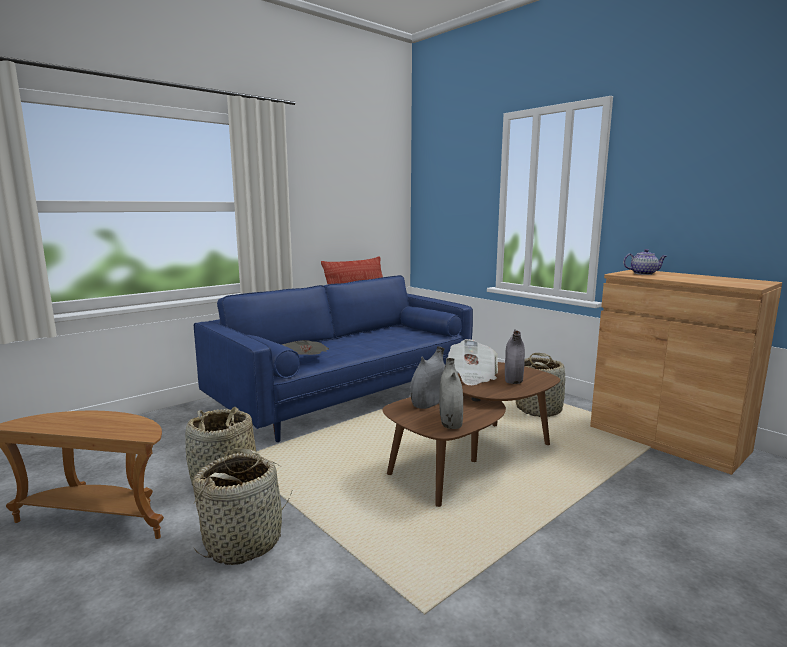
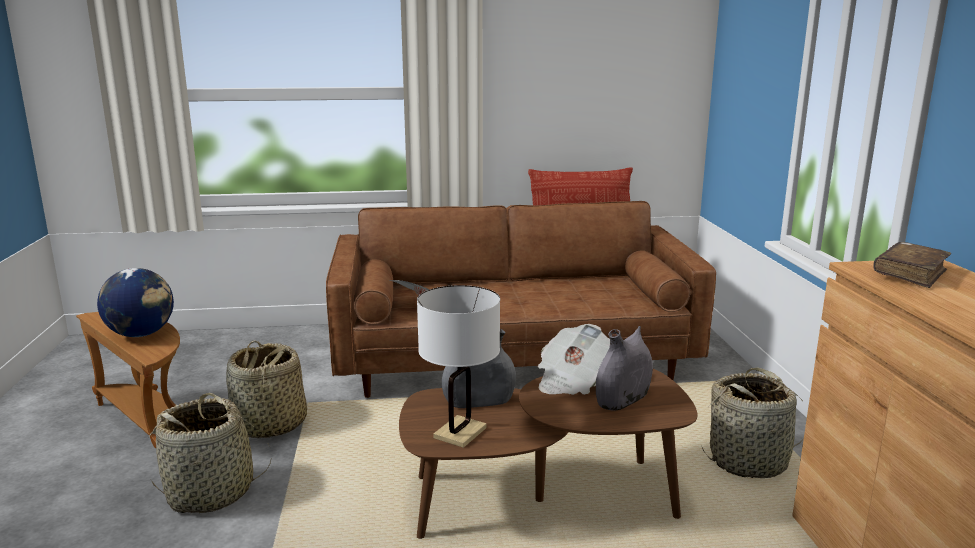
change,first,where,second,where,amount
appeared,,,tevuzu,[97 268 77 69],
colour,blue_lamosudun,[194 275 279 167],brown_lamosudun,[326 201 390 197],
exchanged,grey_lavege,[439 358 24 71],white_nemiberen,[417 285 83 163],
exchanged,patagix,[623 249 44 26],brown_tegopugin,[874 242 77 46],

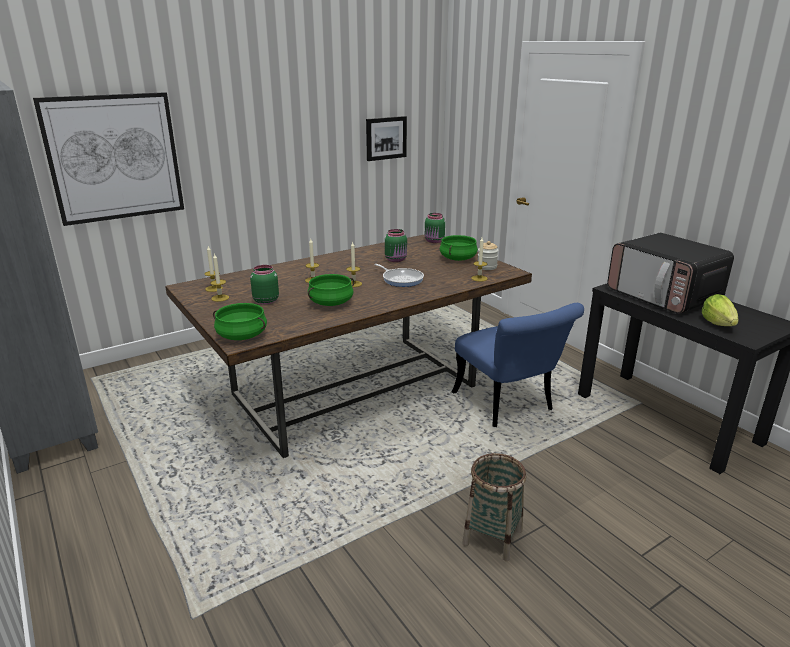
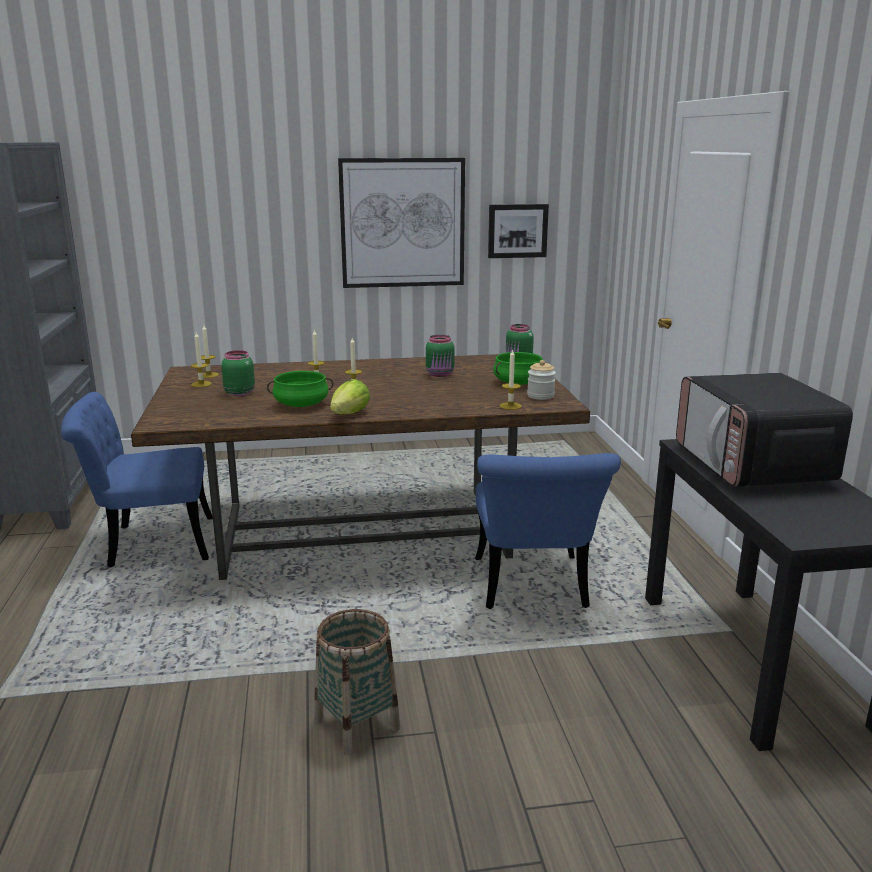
change,first,where,second,where,amount
appeared,,,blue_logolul,[61 392 152 175],
relocated,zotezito,[702 294 37 32],,[330 379 40 35],
relocated,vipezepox,[33 92 151 134],,[338 158 127 130],
missing,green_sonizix,[213 303 54 37],,,
missing,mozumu,[374 264 50 23],,,

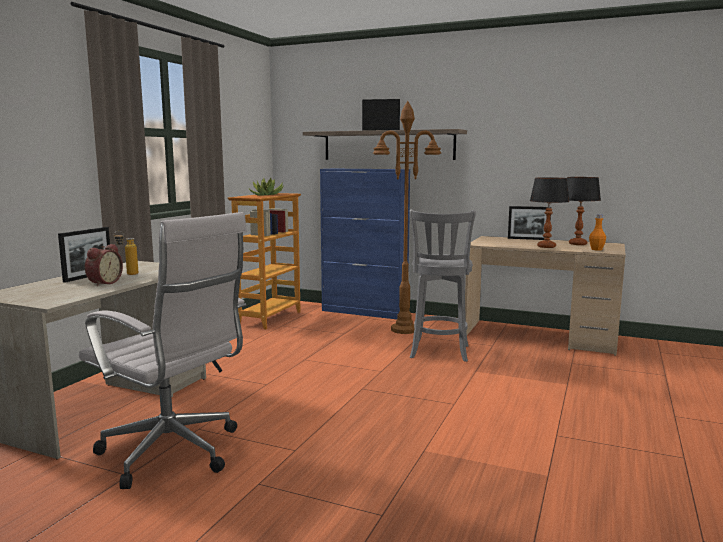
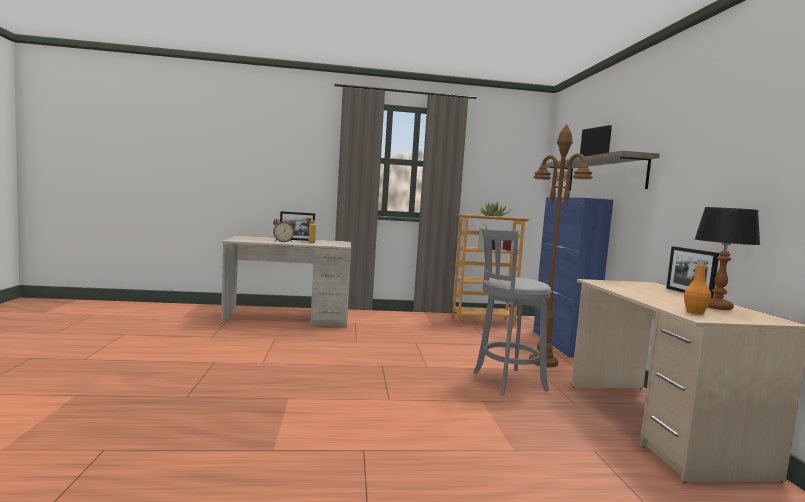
change,first,where,second,where,amount
missing,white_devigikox,[79 212 168 277],,,
missing,nemiberen,[530 177 40 71],,,

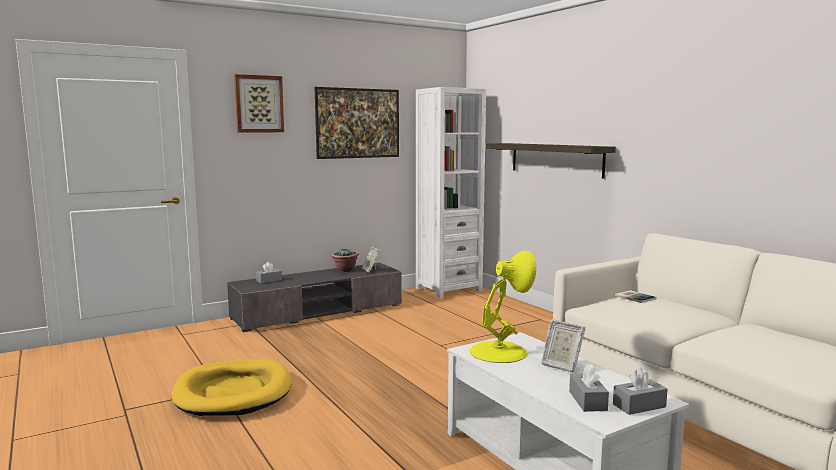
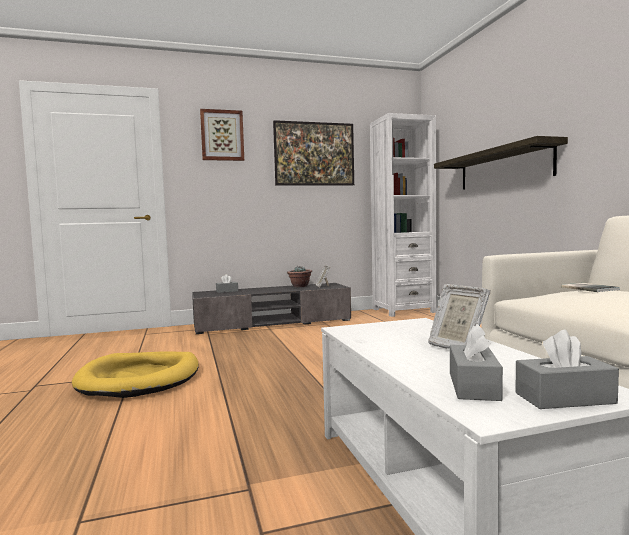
change,first,where,second,where,amount
missing,yellow_nemiberen,[470 251 66 112],,,

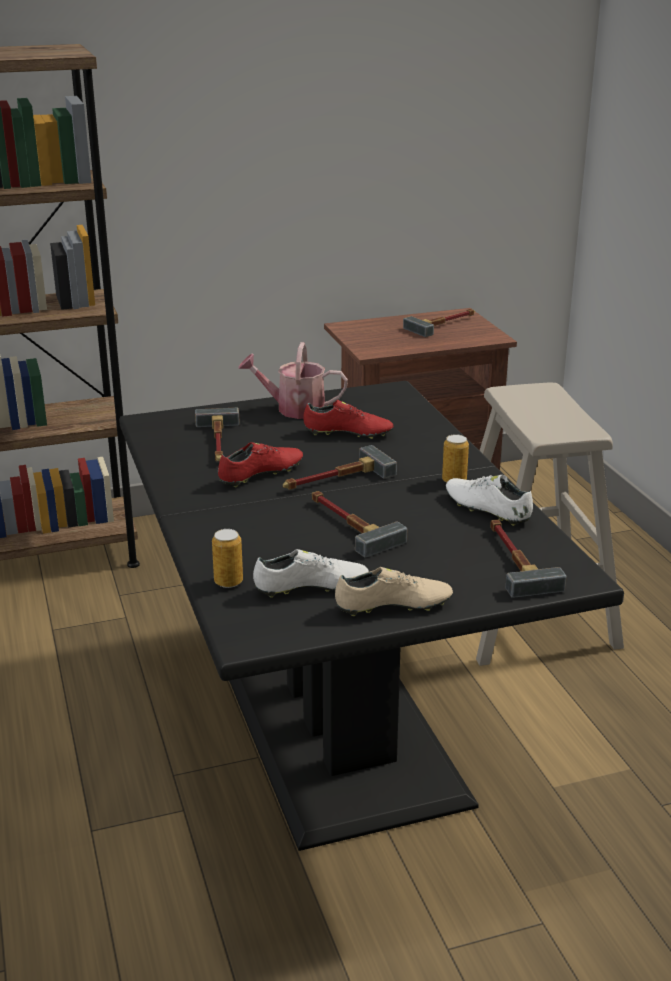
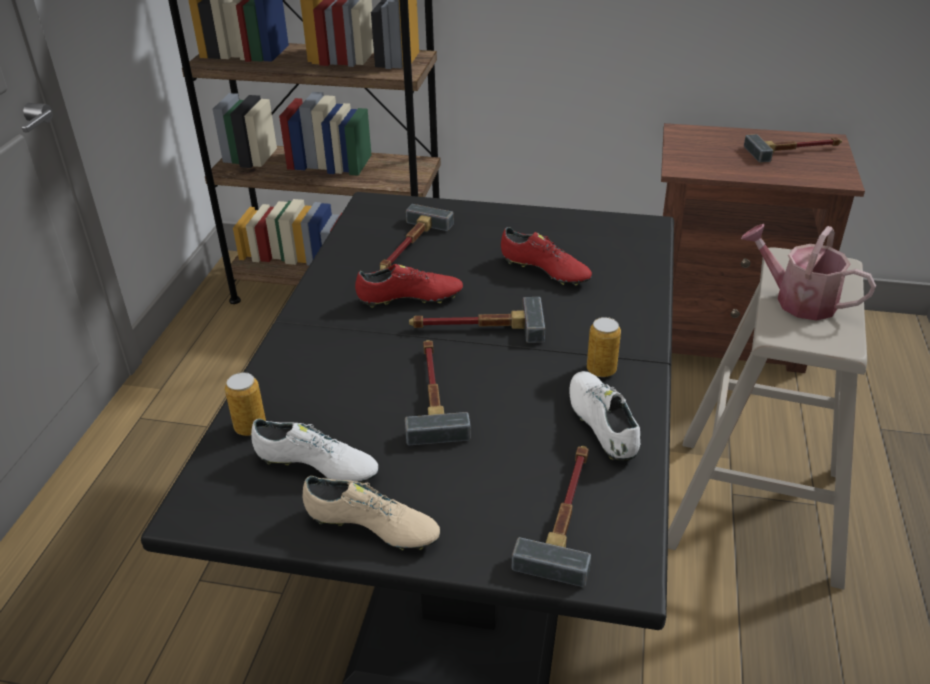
change,first,where,second,where,amount
relocated,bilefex,[238 342 110 77],,[741 224 135 97],

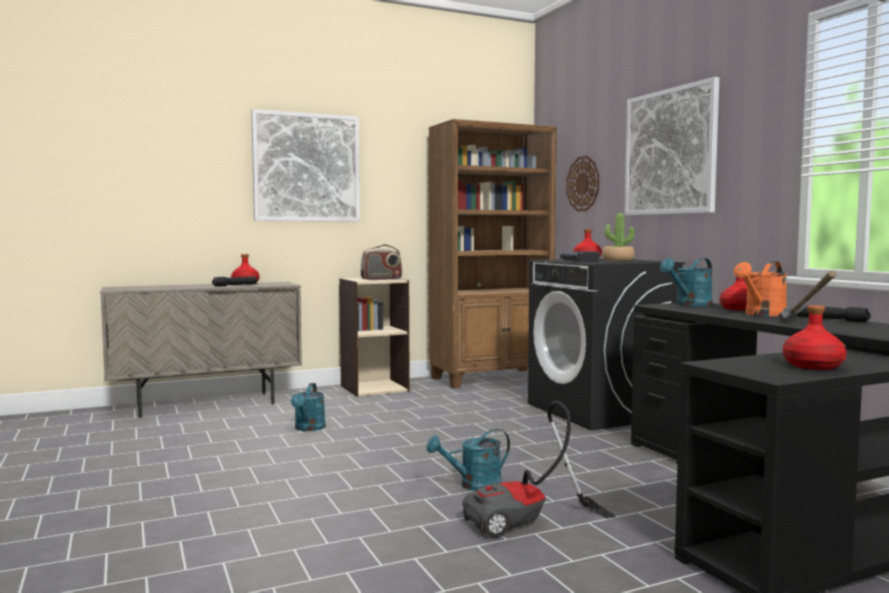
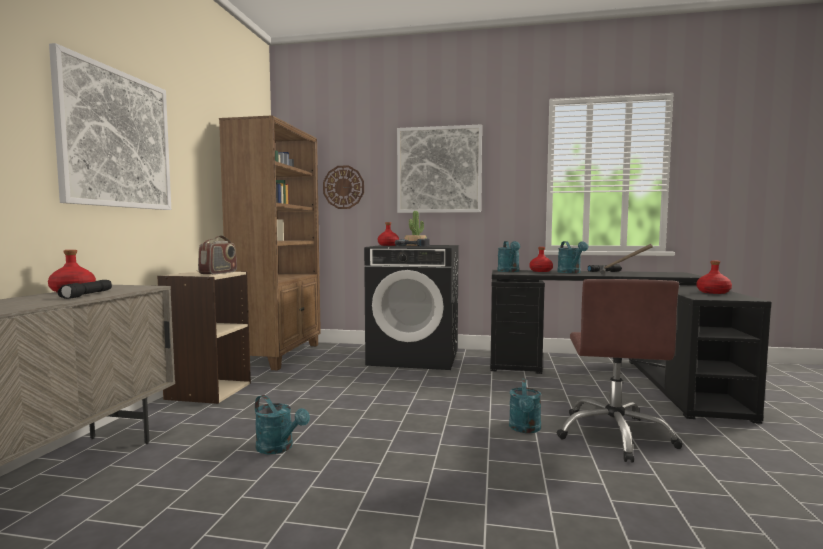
change,first,where,second,where,amount
colour,orange_bilefex,[734 261 53 55],turquoise_bilefex,[557 241 31 32],
exchanged,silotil,[462 401 154 137],brown_devigikox,[557 279 126 184],

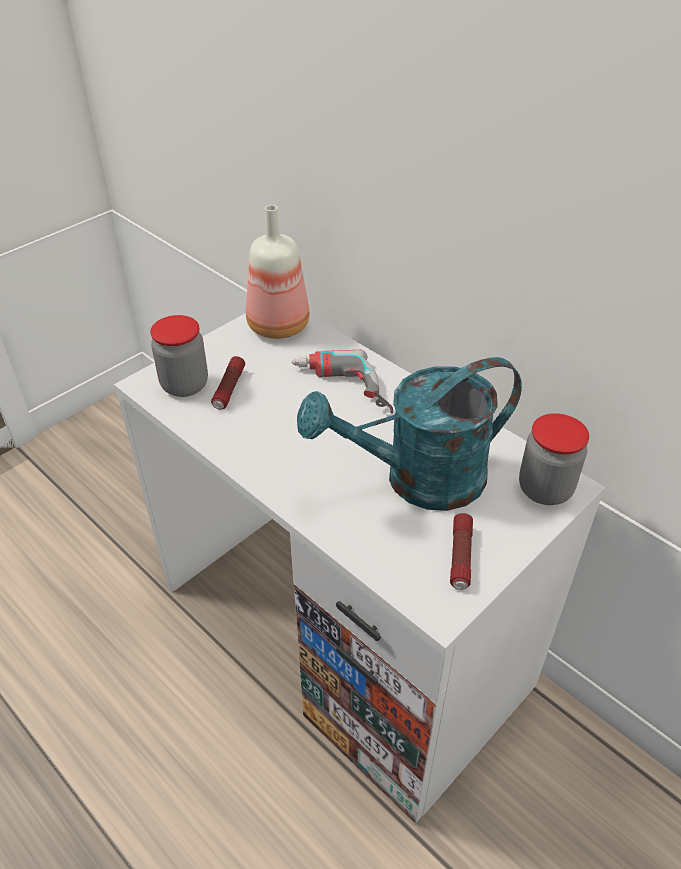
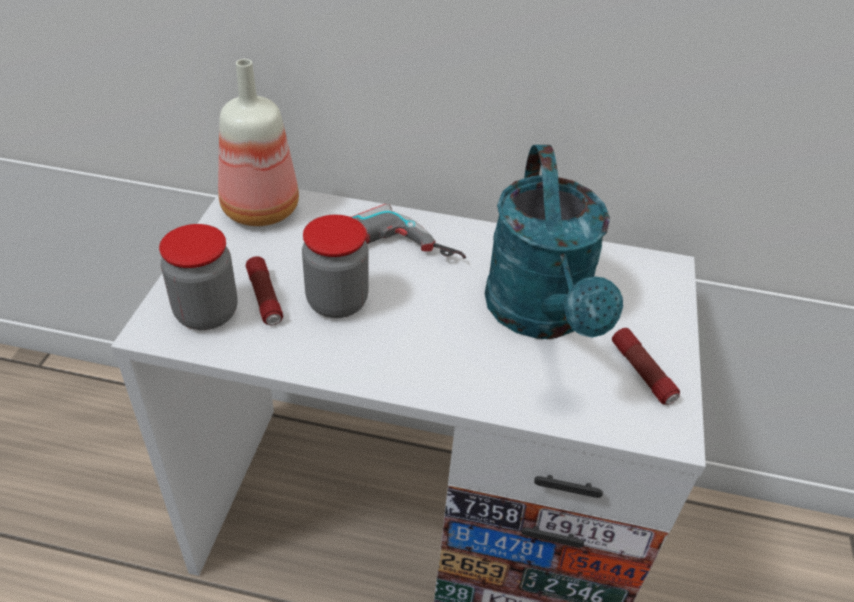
change,first,where,second,where,amount
relocated,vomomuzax,[519 413 70 92],,[302 215 67 103],
spun,turquoise_bilefex,[297 357 225 154],,[485 145 138 194],45 degrees counterclockwise

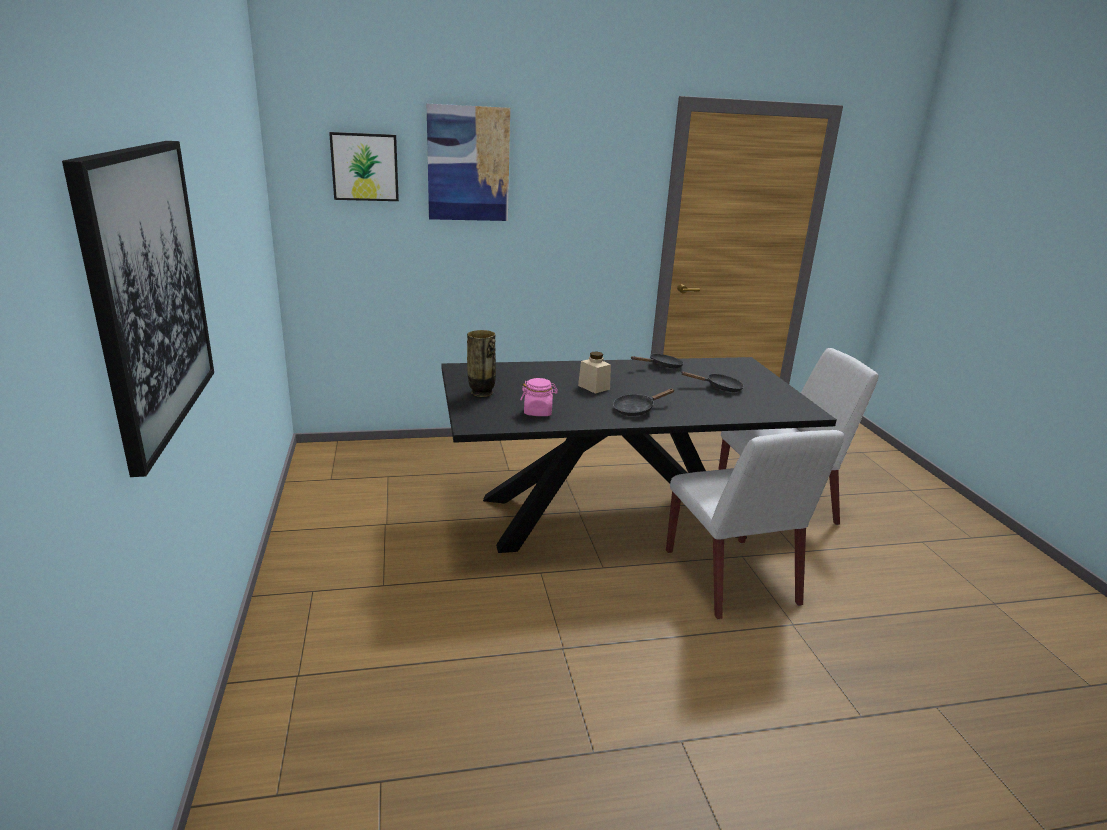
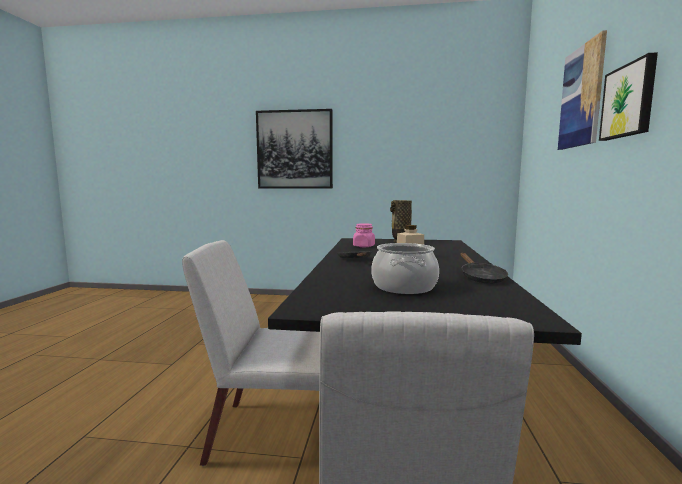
change,first,where,second,where,amount
exchanged,black_mozumu,[682 372 62 20],sonizix,[371 243 68 51],
relocated,vipezepox,[329 132 70 69],,[599 52 59 89],

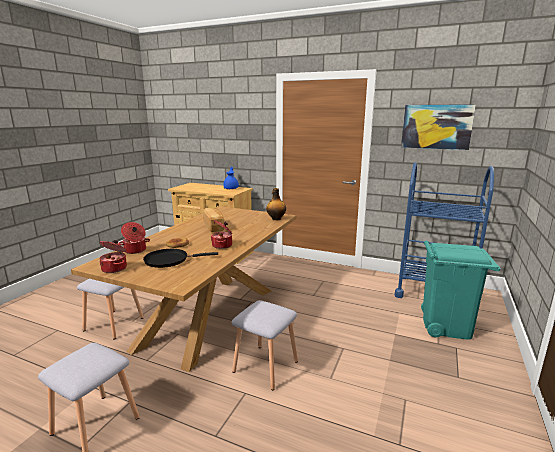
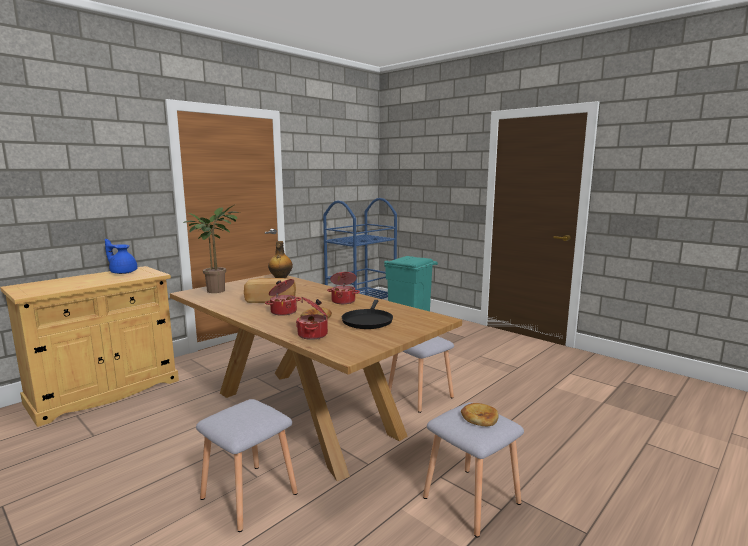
change,first,where,second,where,amount
appeared,,,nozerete,[183 204 57 89],
relocated,sonizix,[99 240 28 33],,[265 279 36 37],
appeared,,,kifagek,[461 403 38 23],
missing,vipezepox,[401 104 75 46],,,

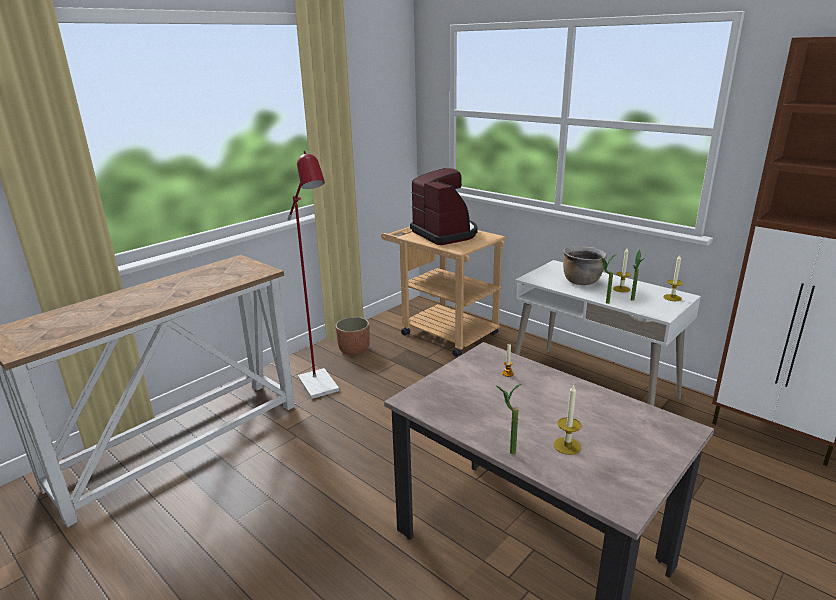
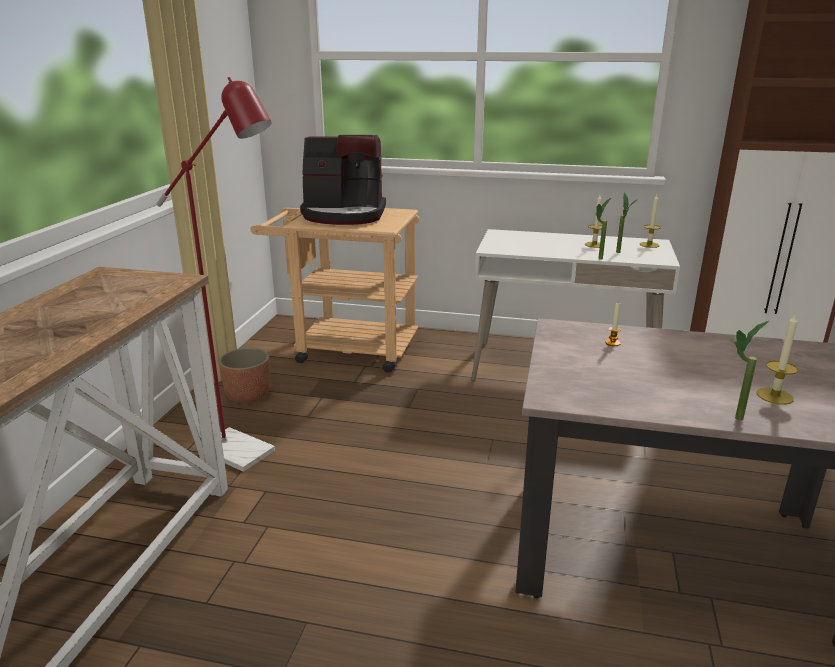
change,first,where,second,where,amount
spun,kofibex,[410 168 68 77],,[300 135 86 90],150 degrees clockwise
missing,brown_sonizix,[563 246 44 39],,,

